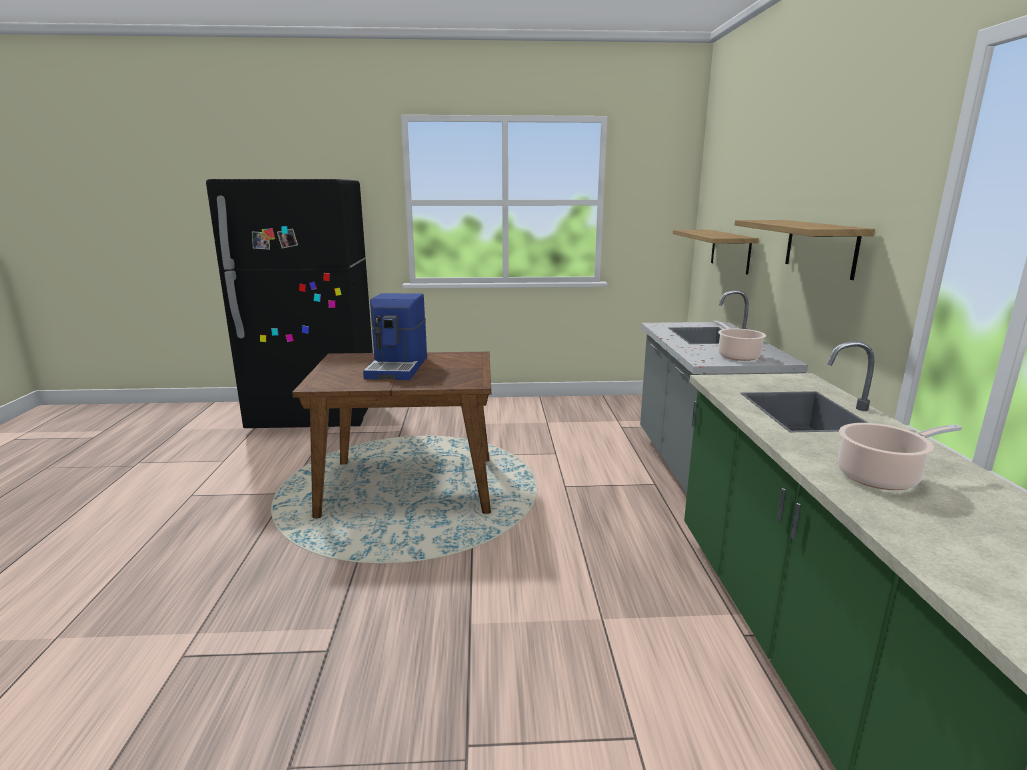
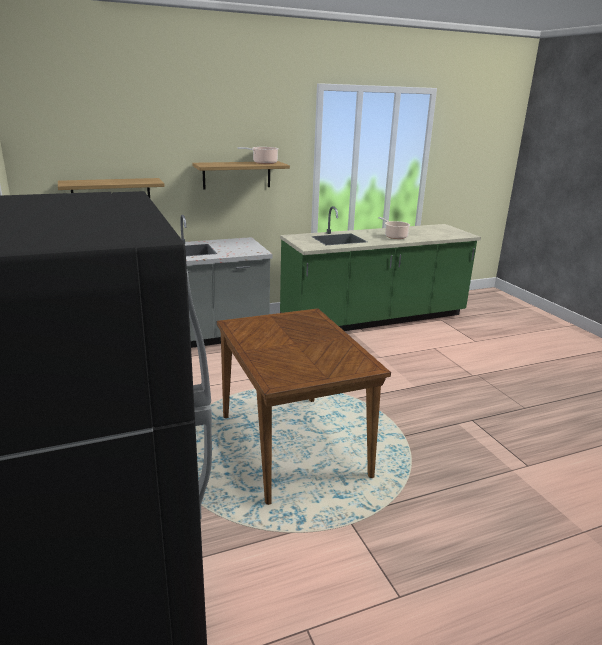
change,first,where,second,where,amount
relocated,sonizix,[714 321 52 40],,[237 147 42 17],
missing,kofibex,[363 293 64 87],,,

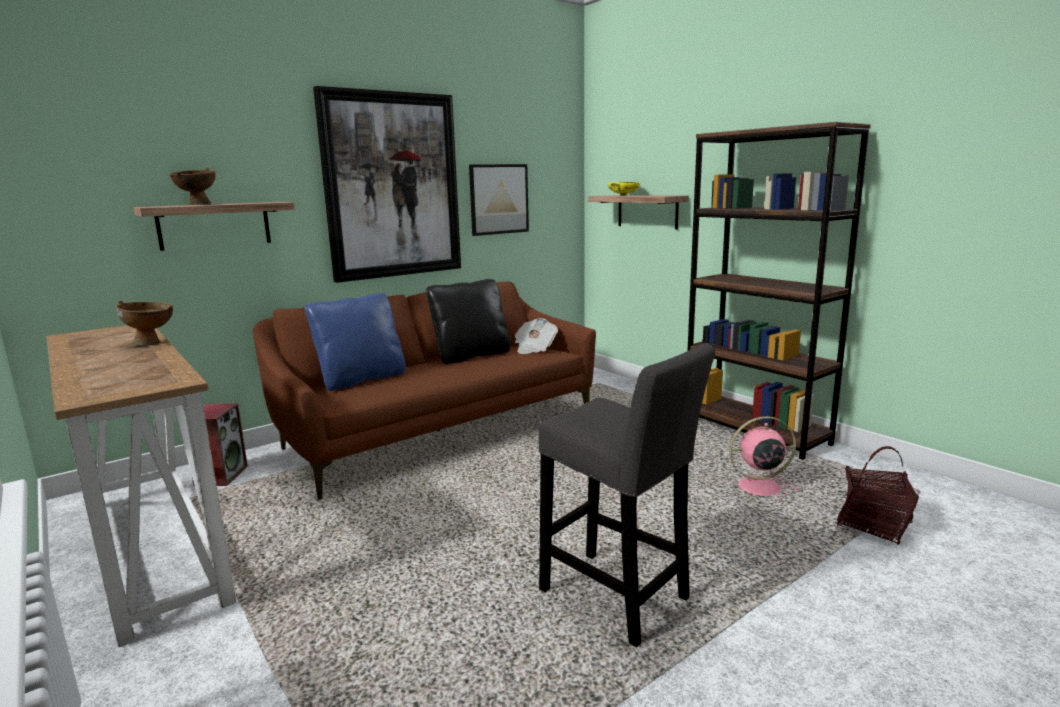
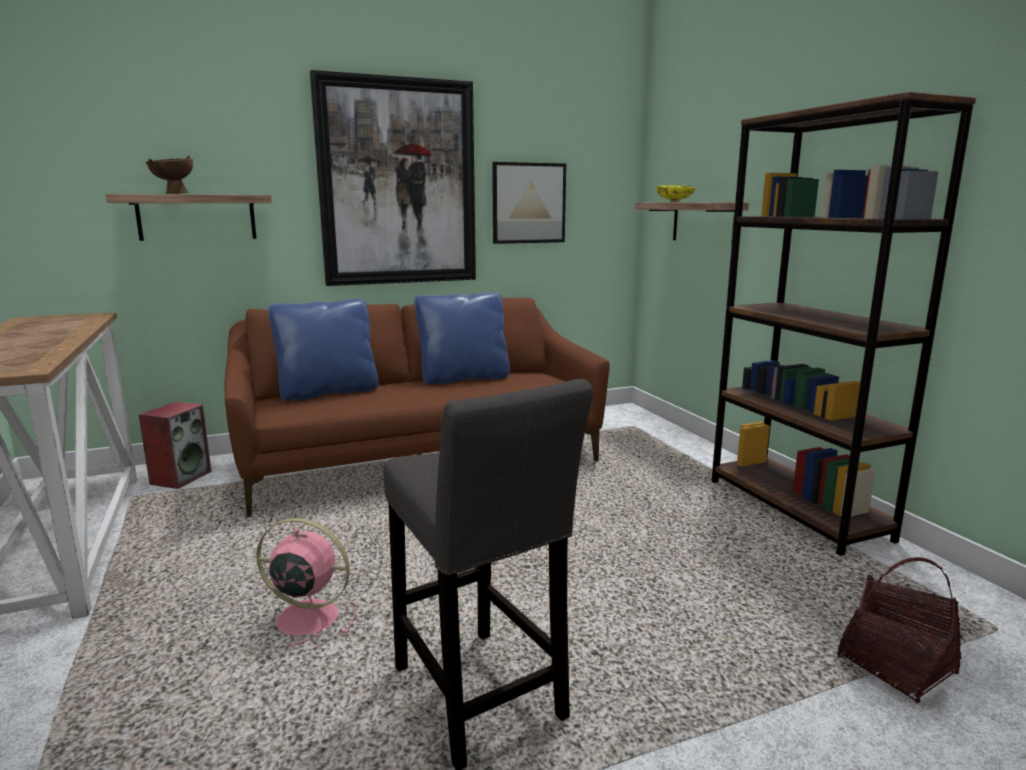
change,first,where,second,where,amount
relocated,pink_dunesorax,[729 416 70 85],,[256 518 100 128],
colour,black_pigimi,[426 279 84 85],blue_pigimi,[414 292 96 93],
missing,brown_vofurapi,[116 301 57 45],,,
missing,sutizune,[515 318 43 36],,,

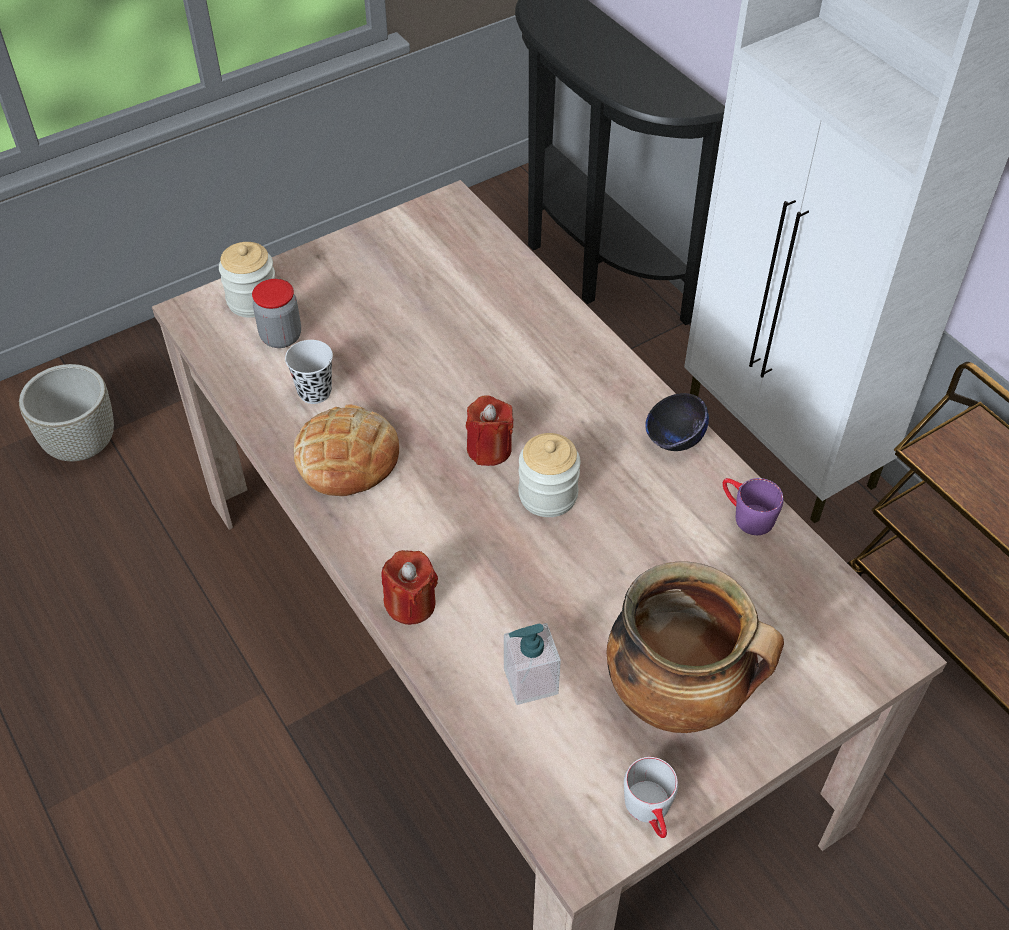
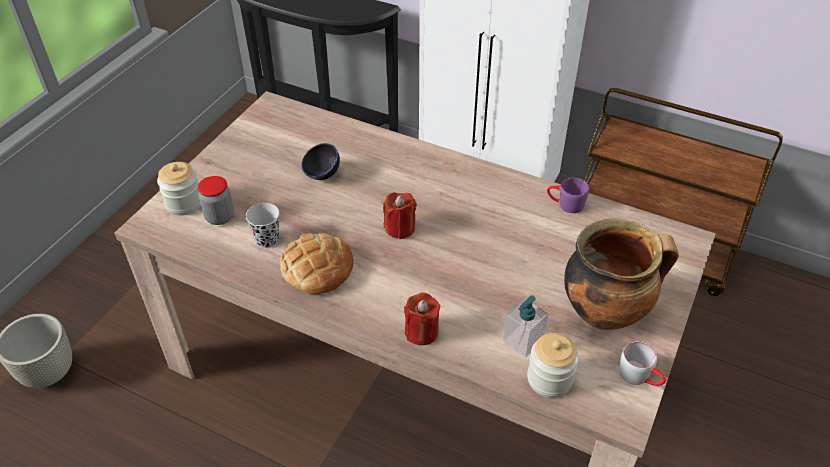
change,first,where,second,where,amount
relocated,black_vofurapi,[645 393 64 58],,[301 143 39 37],
relocated,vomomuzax,[518 433 62 84],,[527 333 52 65],

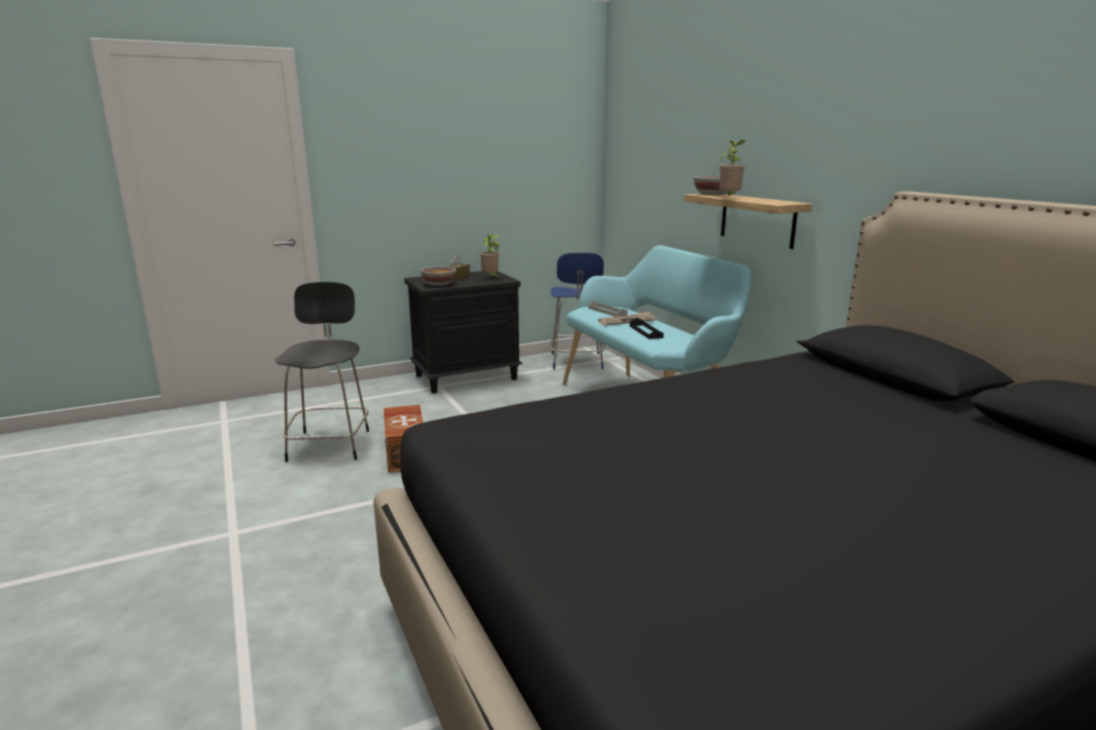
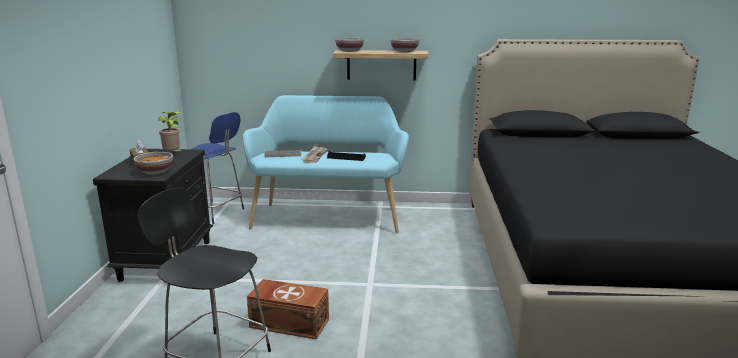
change,first,where,second,where,amount
appeared,,,vofurapi,[390 38 29 14],
missing,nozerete,[719 140 26 57],,,

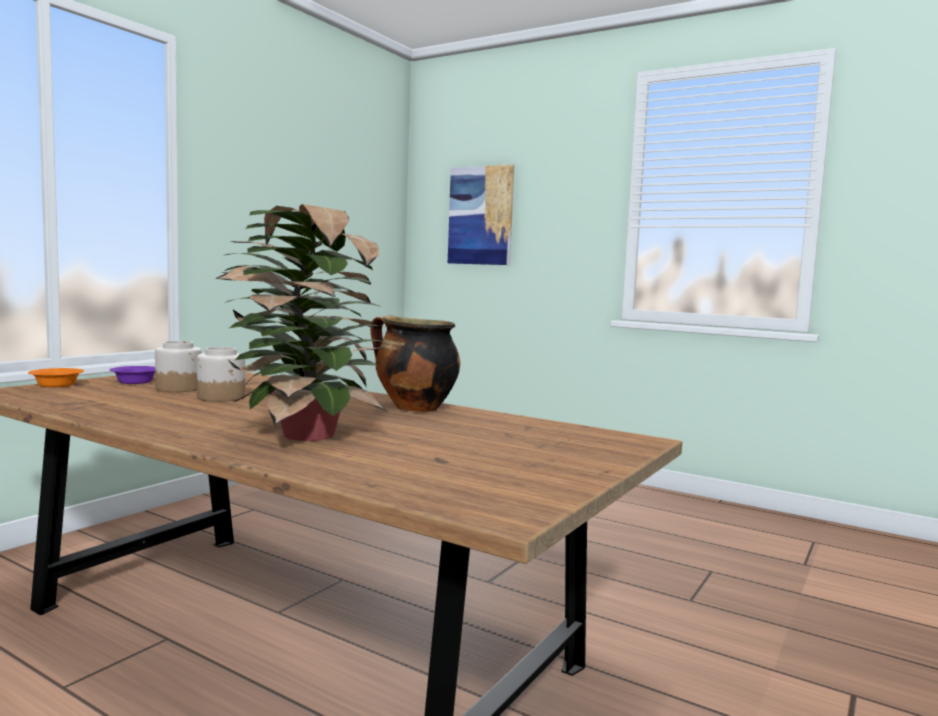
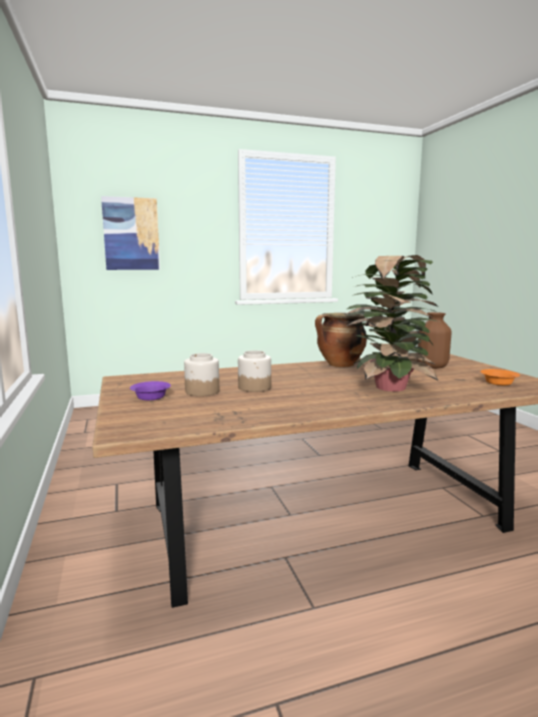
change,first,where,second,where,amount
appeared,,,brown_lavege,[417 312 34 57],
relocated,orange_vofurapi,[28 368 56 19],,[480 369 40 16],

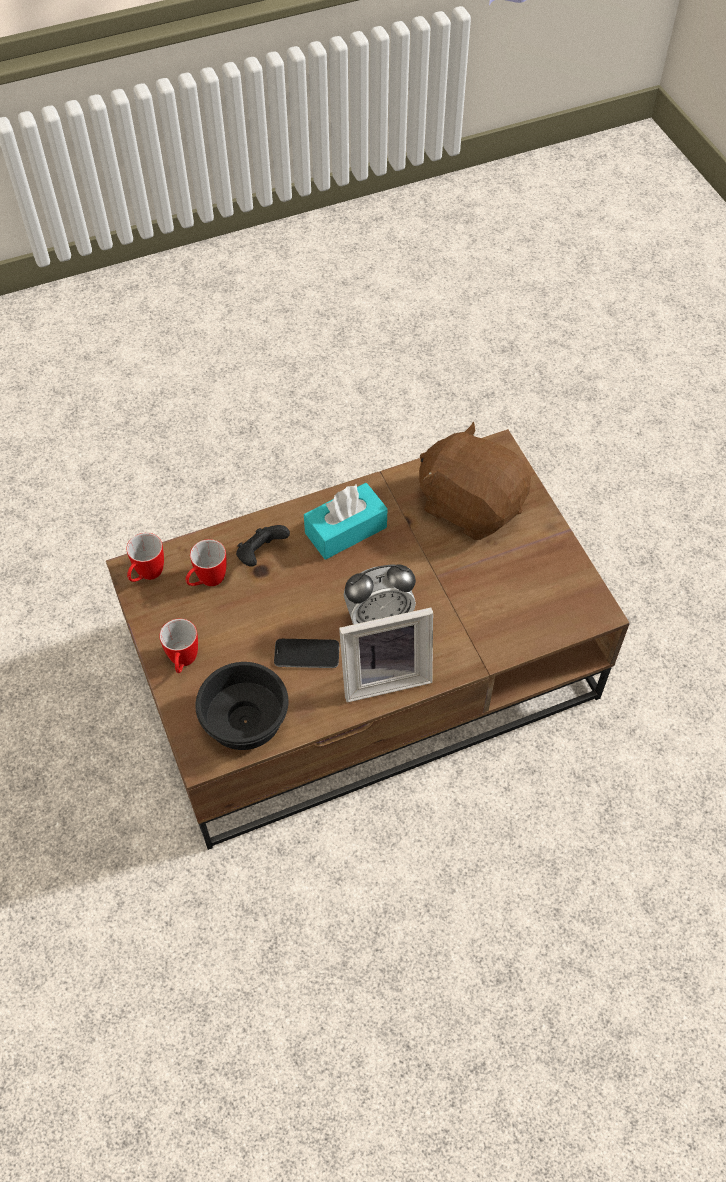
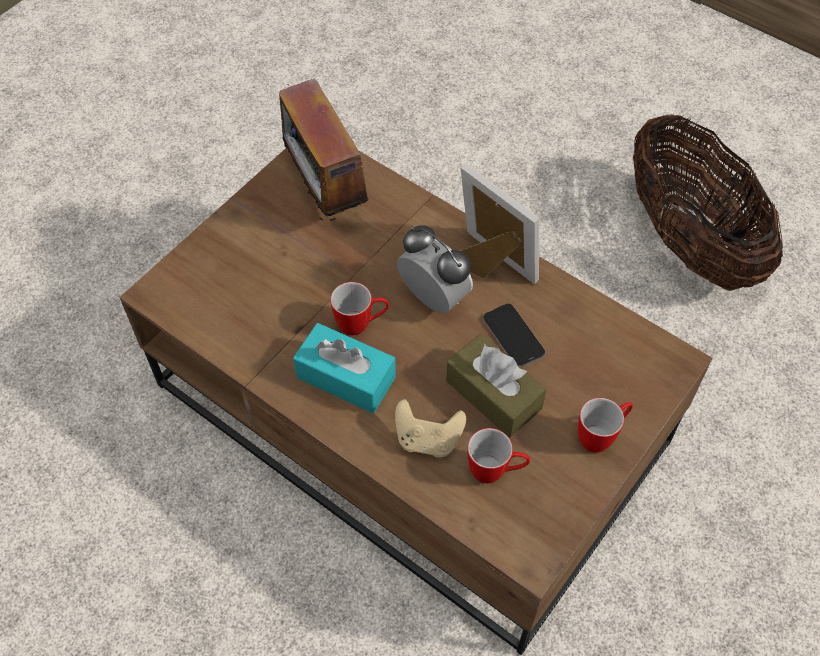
change,first,where,second,where,amount
appeared,,,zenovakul,[273 78 96 146],
relocated,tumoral,[126 533 38 49],,[330 282 59 53],
colour,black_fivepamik,[236 525 54 42],beige_fivepamik,[395 399 71 58],
appeared,,,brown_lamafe,[446 334 100 103],
appeared,,,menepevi,[633 115 150 176],
missing,black_vofurapi,[195 662 94 88],,,
missing,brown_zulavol,[419 422 112 118],,,

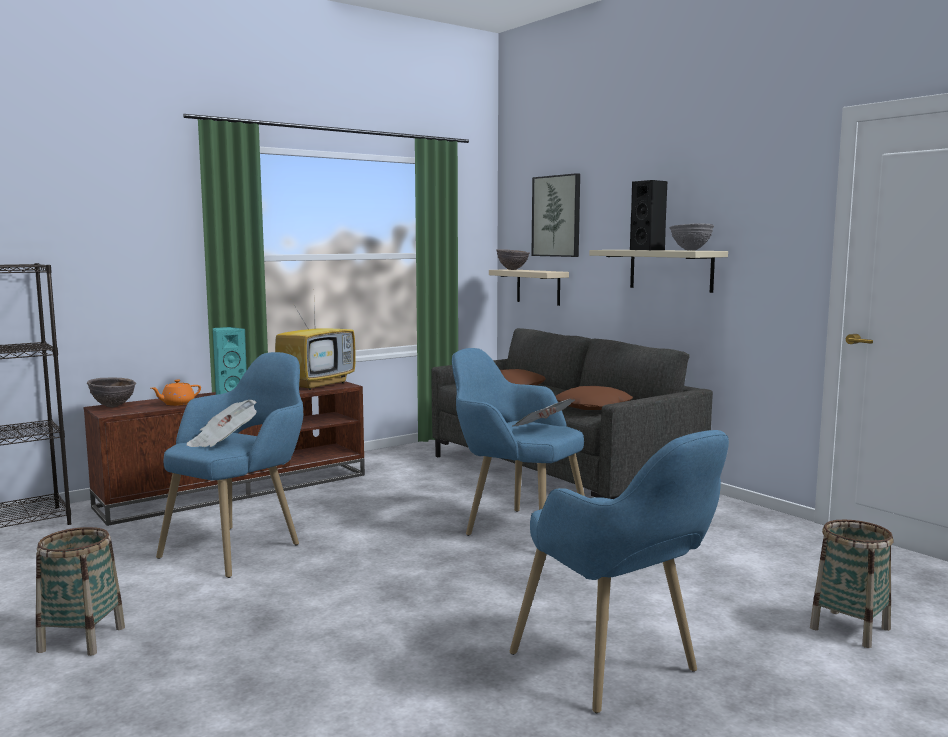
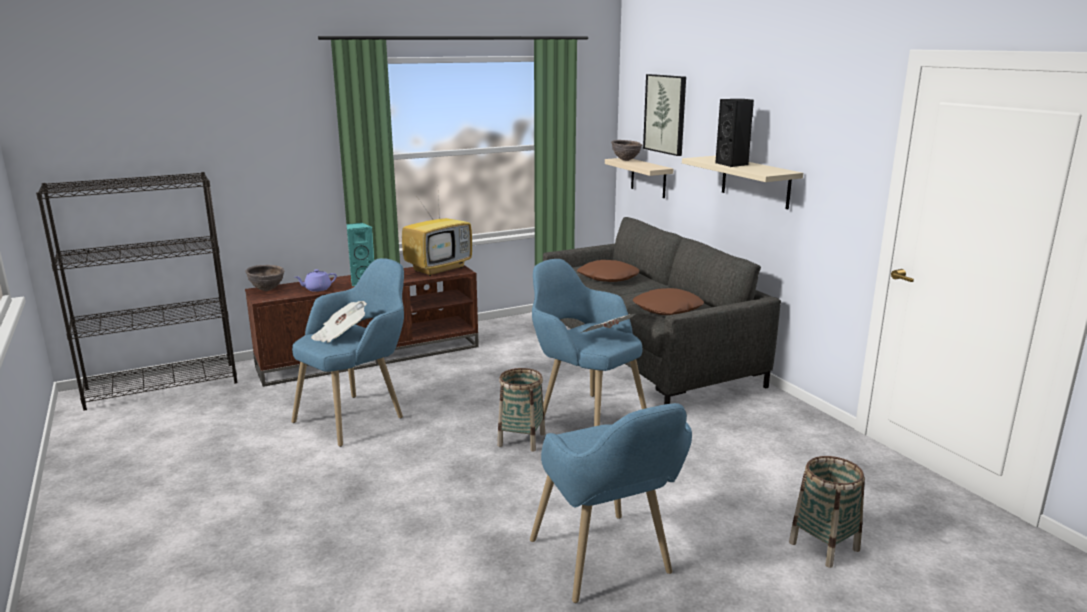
change,first,where,second,where,amount
colour,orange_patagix,[151 380 50 26],purple_patagix,[295 269 42 23],
relocated,menepevi,[36 527 89 129],,[497 368 48 84],
missing,grey_vofurapi,[670 224 44 27],,,

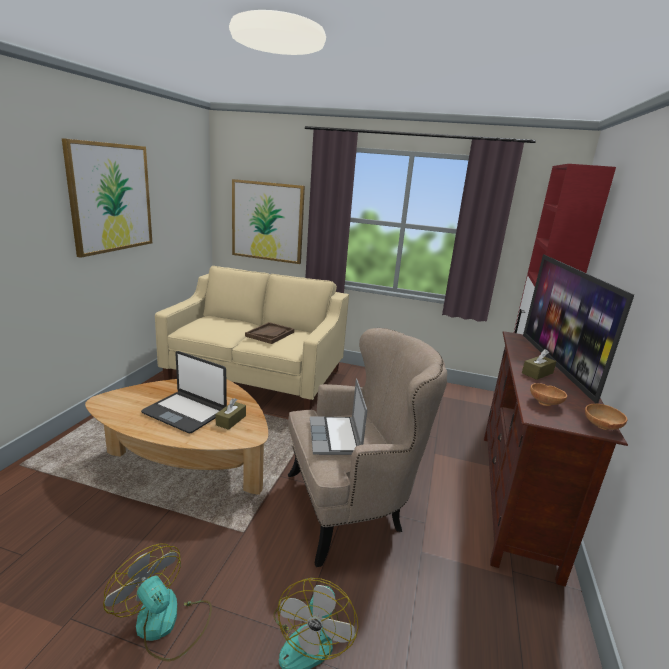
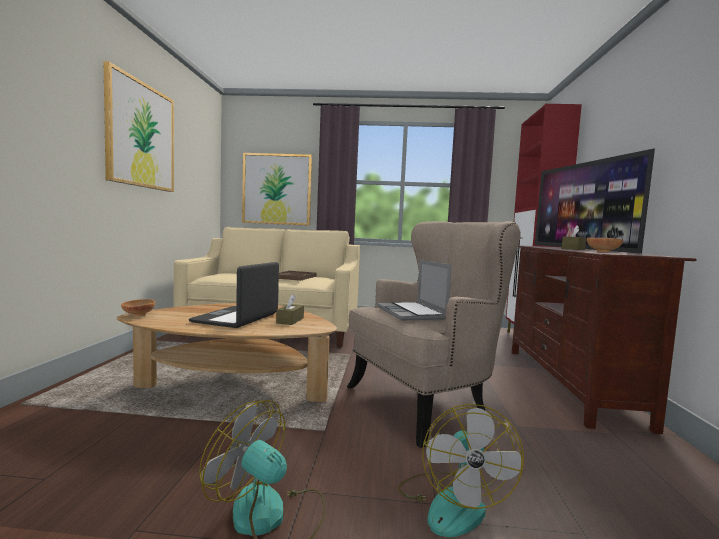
change,first,where,second,where,amount
relocated,brown_vofurapi,[585 404 42 26],,[121 299 35 17],
spun,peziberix,[141 351 86 82],,[189 262 90 66],90 degrees clockwise

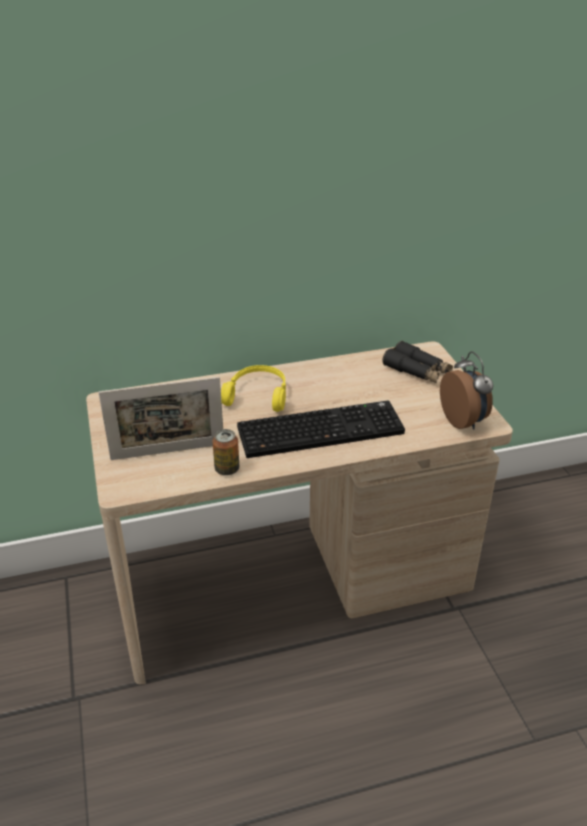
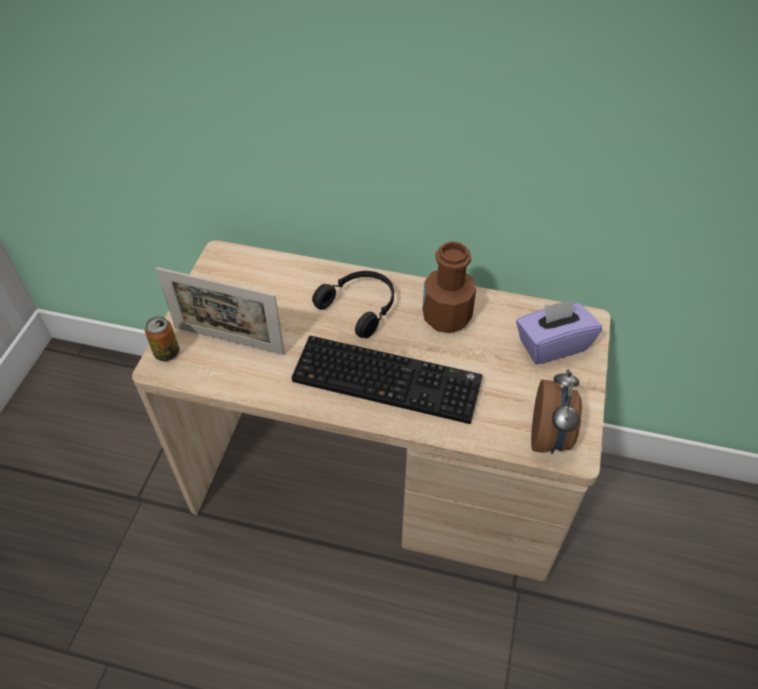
change,first,where,second,where,amount
relocated,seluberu,[212 429 27 46],,[145 316 34 45],
colour,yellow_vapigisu,[221 365 65 47],black_vapigisu,[312 271 82 67],
appeared,,,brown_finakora,[423 241 53 92],
exchanged,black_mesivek,[382 341 71 42],purple_lamafe,[516 299 86 65],

